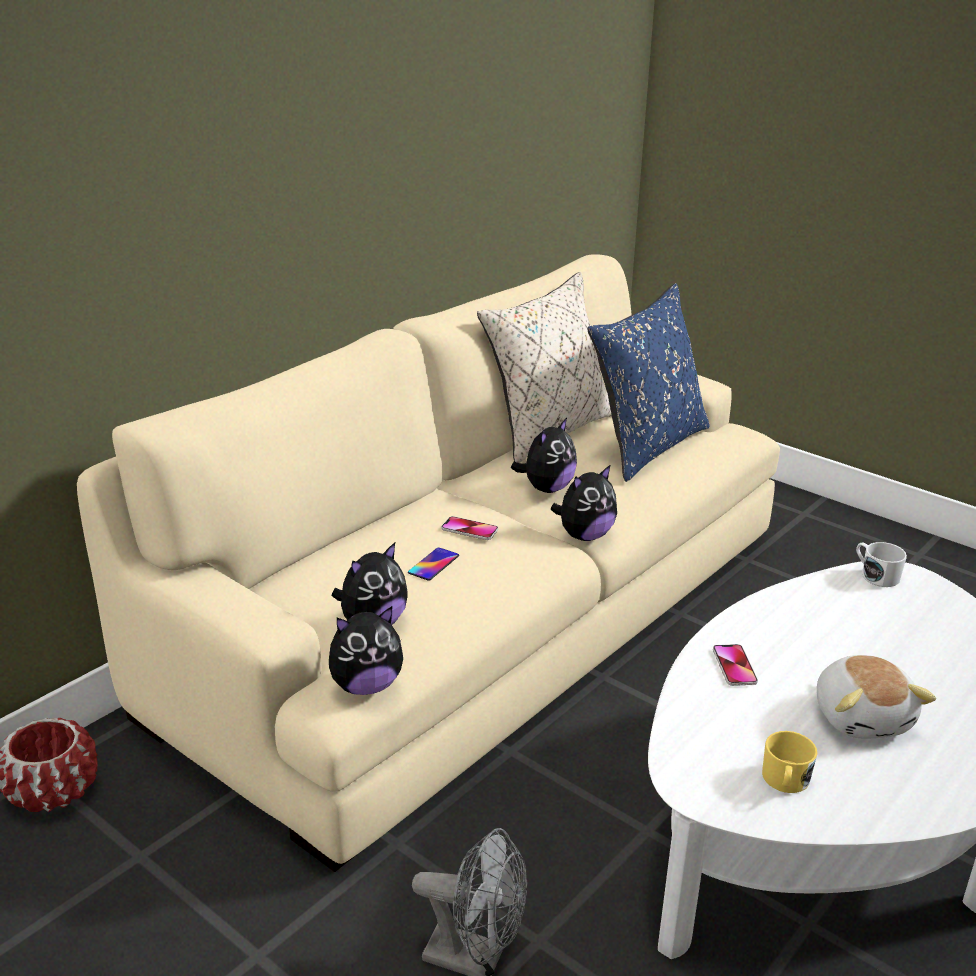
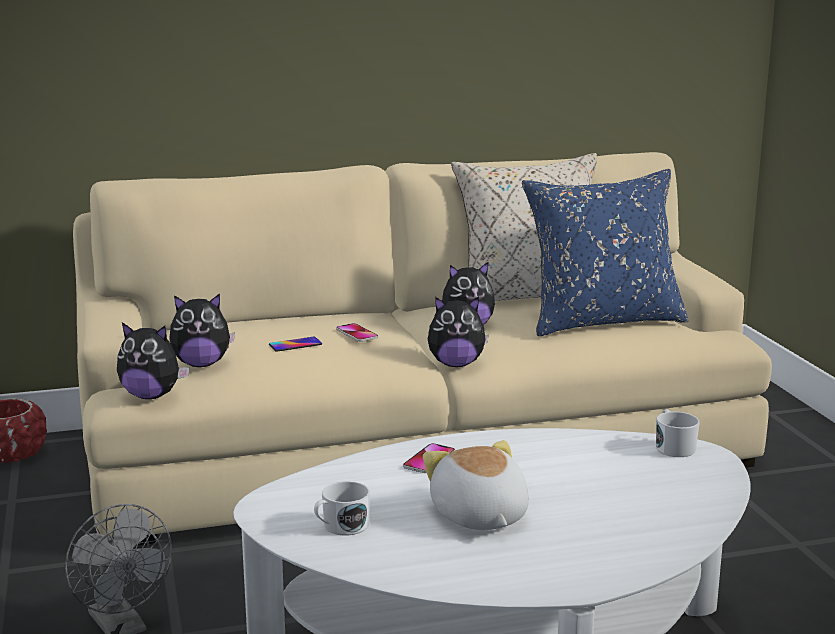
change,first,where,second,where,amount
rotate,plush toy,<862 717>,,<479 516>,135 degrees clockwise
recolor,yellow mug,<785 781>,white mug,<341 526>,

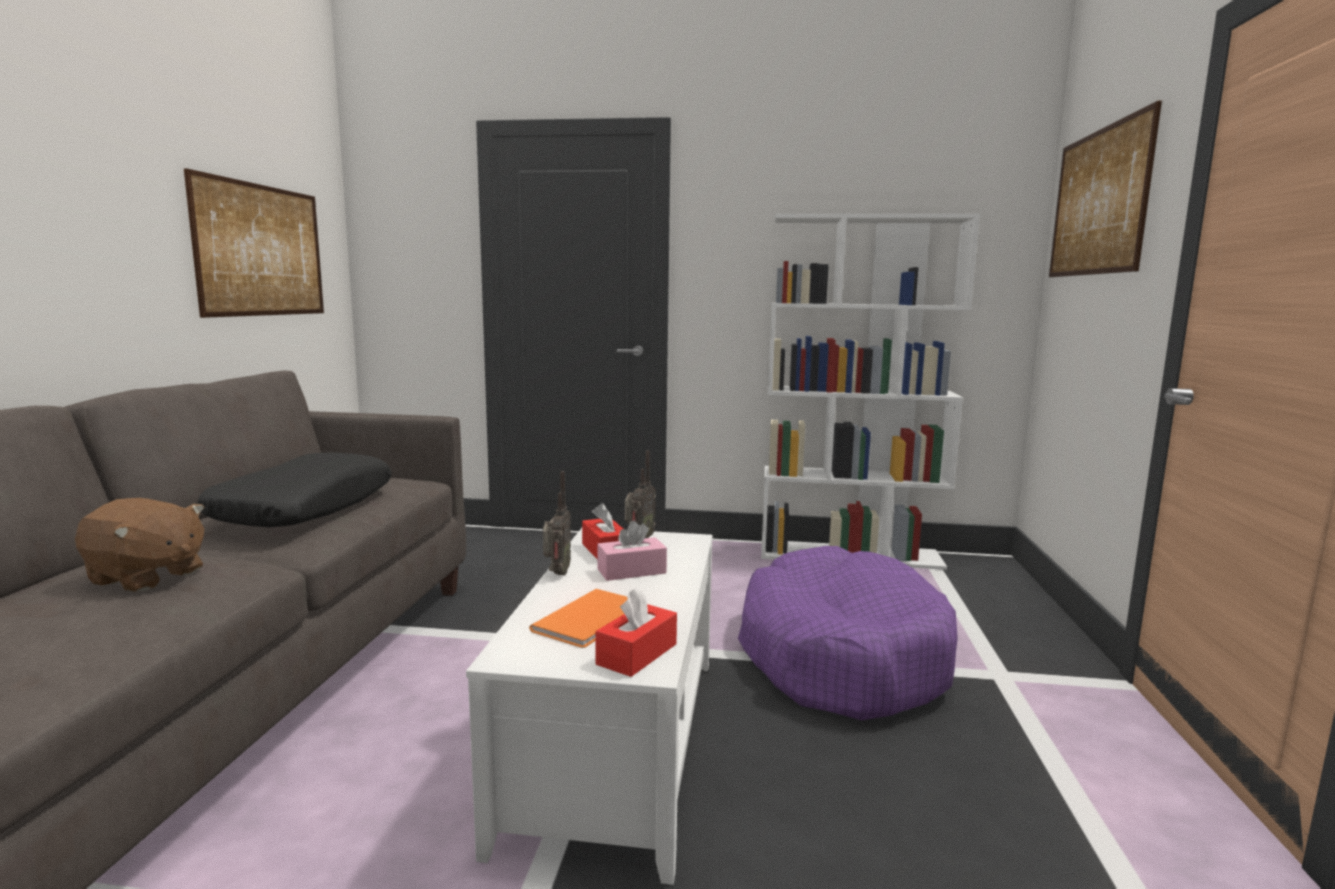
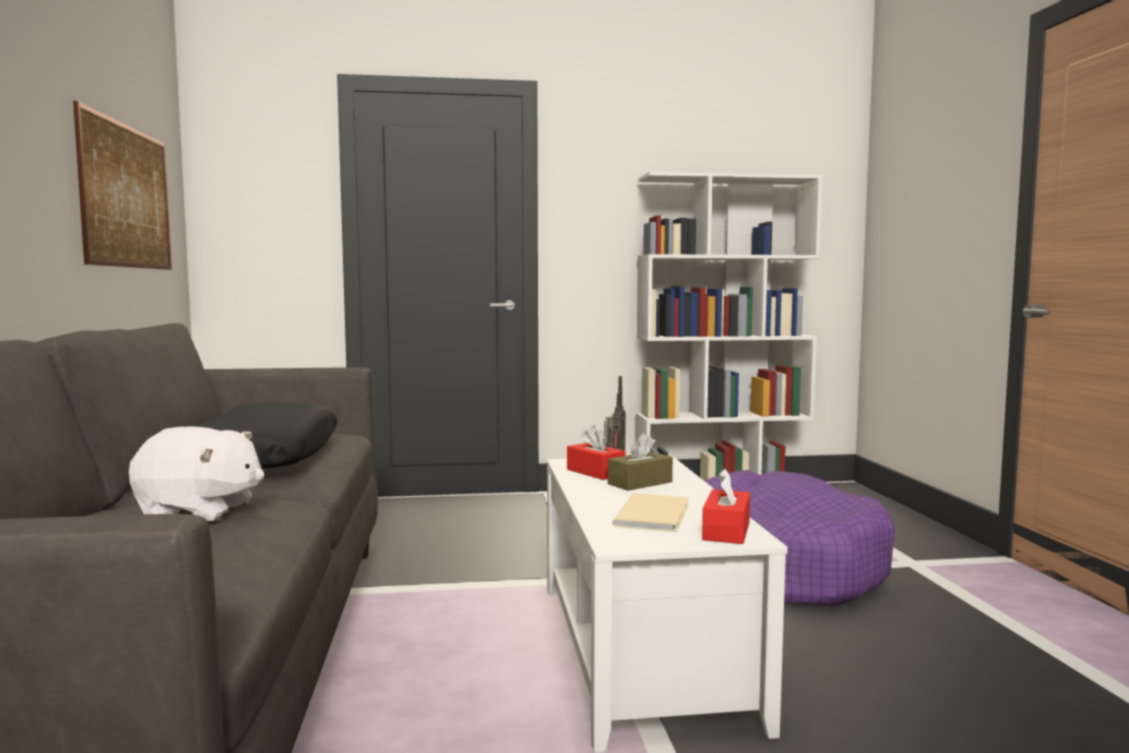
change,first,where,second,where,amount
delete,picture,<1098 202>,,,
delete,radio,<556 574>,,,
recolor,brown plush toy,<146 577>,white plush toy,<200 512>,
recolor,pink tissue box,<631 571>,brown tissue box,<640 483>,
recolor,orange book,<593 619>,beige book,<655 514>,

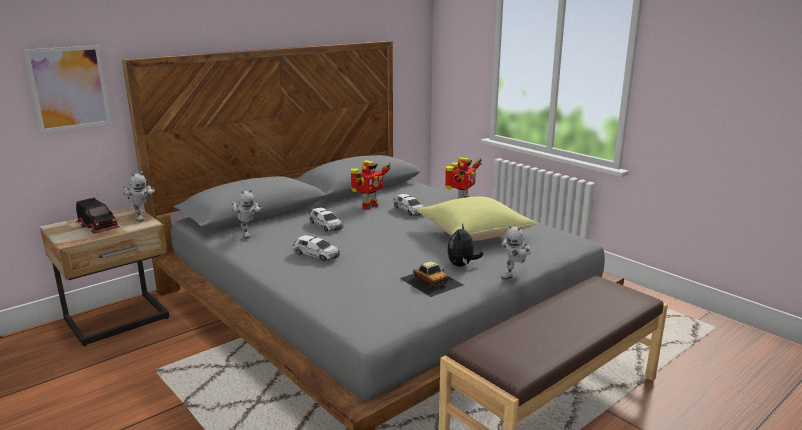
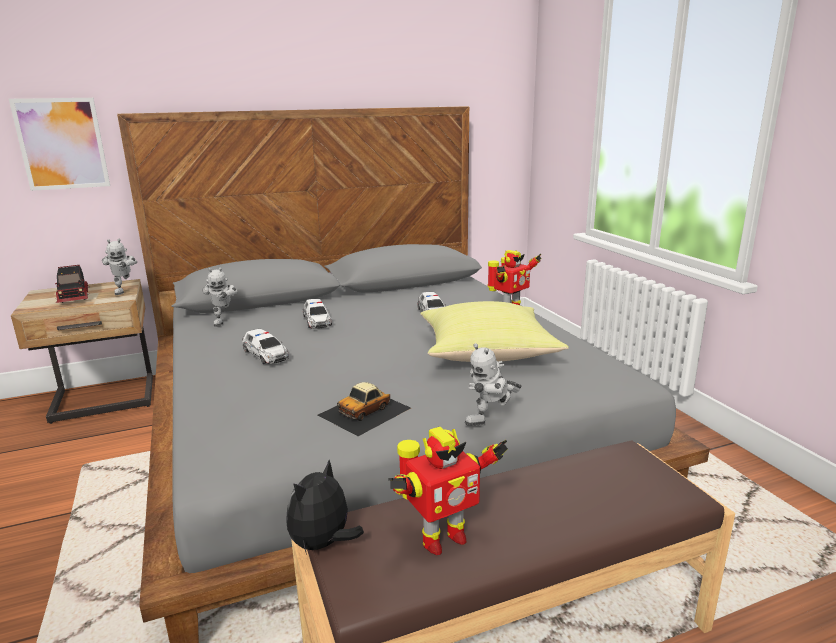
change,first,where,second,where,amount
move,toy robot,<368 206>,,<441 539>,
move,plush toy,<462 265>,,<323 544>,
rotate,toy car,<431 281>,,<365 411>,60 degrees clockwise

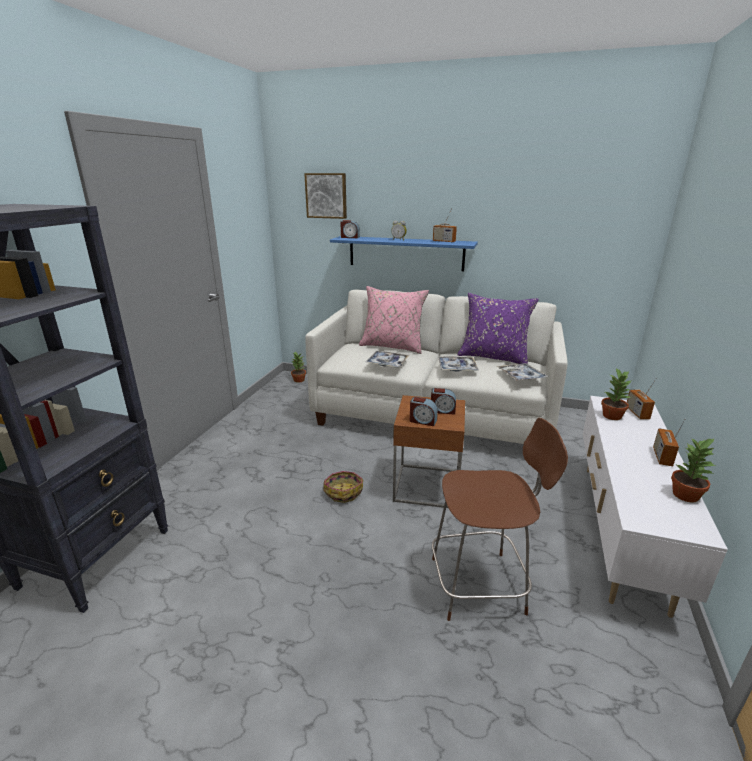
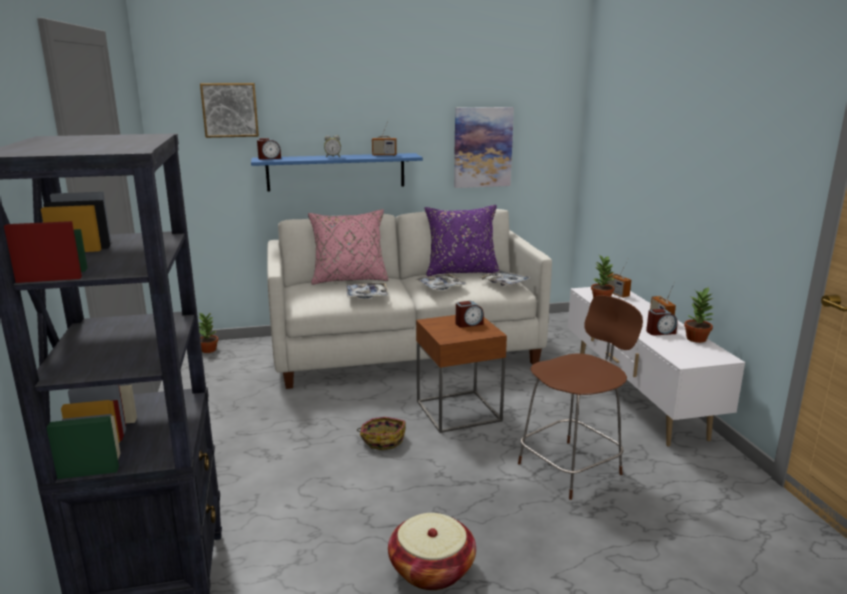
change,first,where,second,where,amount
move,alarm clock,<422 421>,,<660 332>,
insert,,,picture,<482 147>,
insert,,,basket,<431 569>,

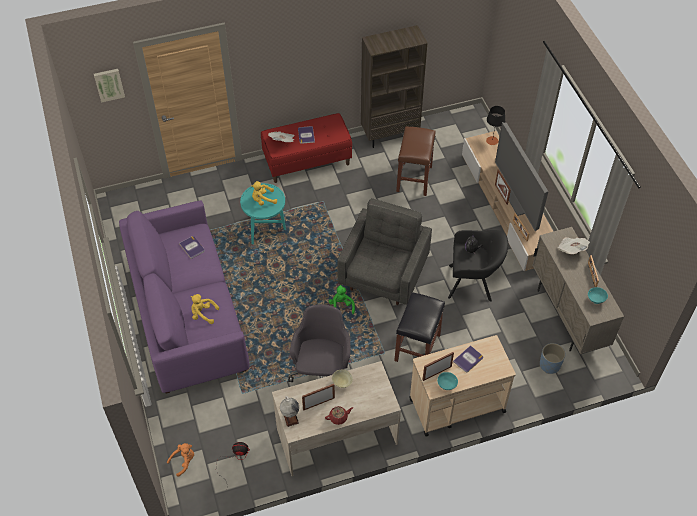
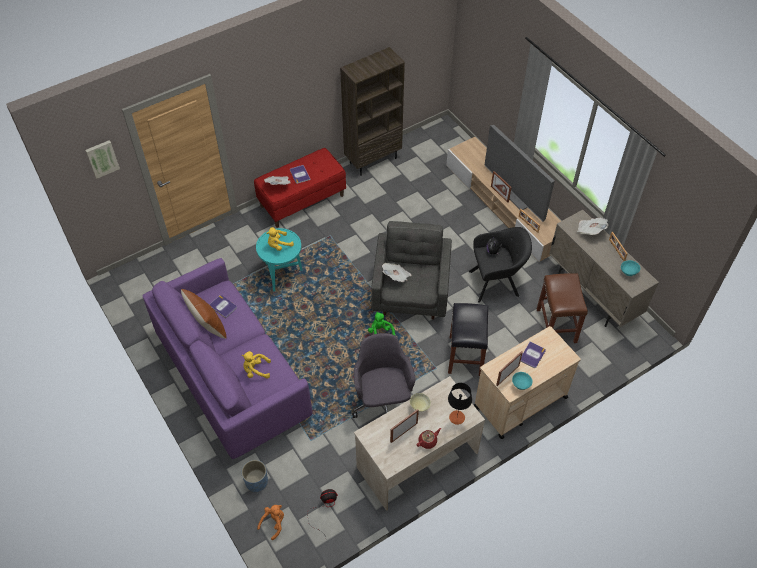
change,first,where,second,where,amount
move,black table lamp,<492 140>,,<457 417>,
move,brown stool,<414 179>,,<556 326>,
move,blue planter,<549 365>,,<256 481>,
delete,globe,<290 417>,,,
insert,,,newspaper,<396 277>,
insert,,,brown pillow,<208 326>,

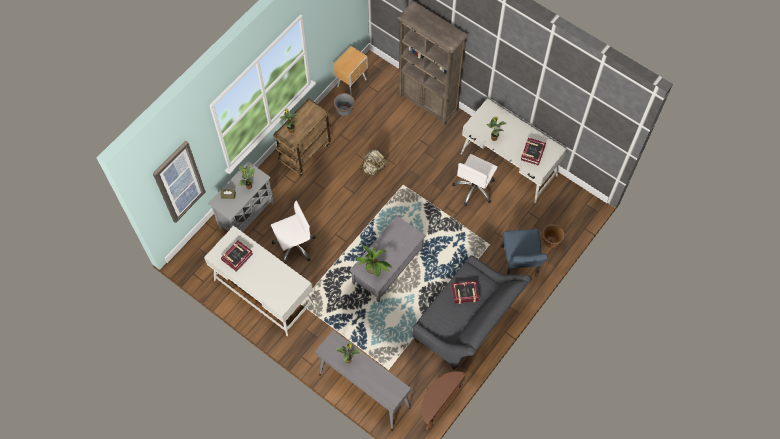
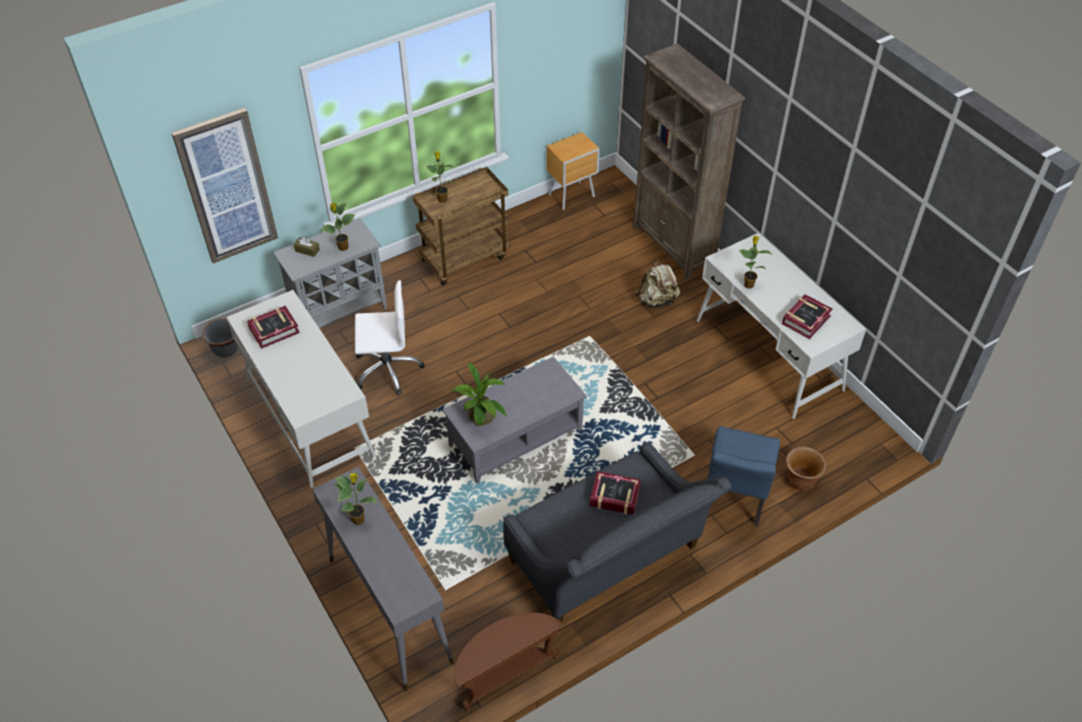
change,first,where,second,where,amount
move,grey planter,<344 110>,,<226 350>,
move,beige backpack,<373 168>,,<656 300>,
delete,white office chair,<474 188>,,,

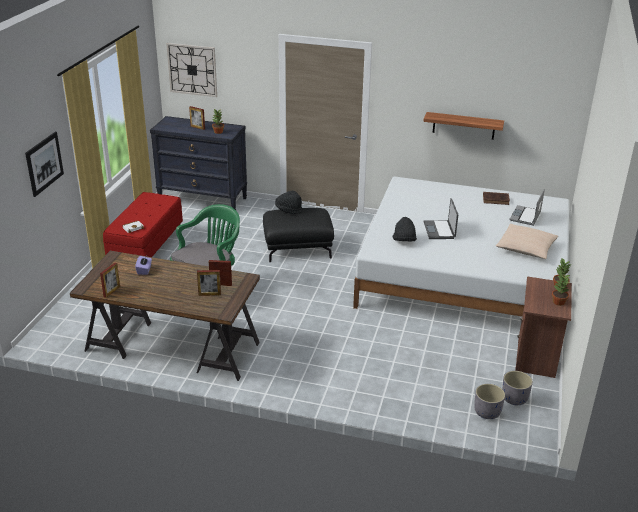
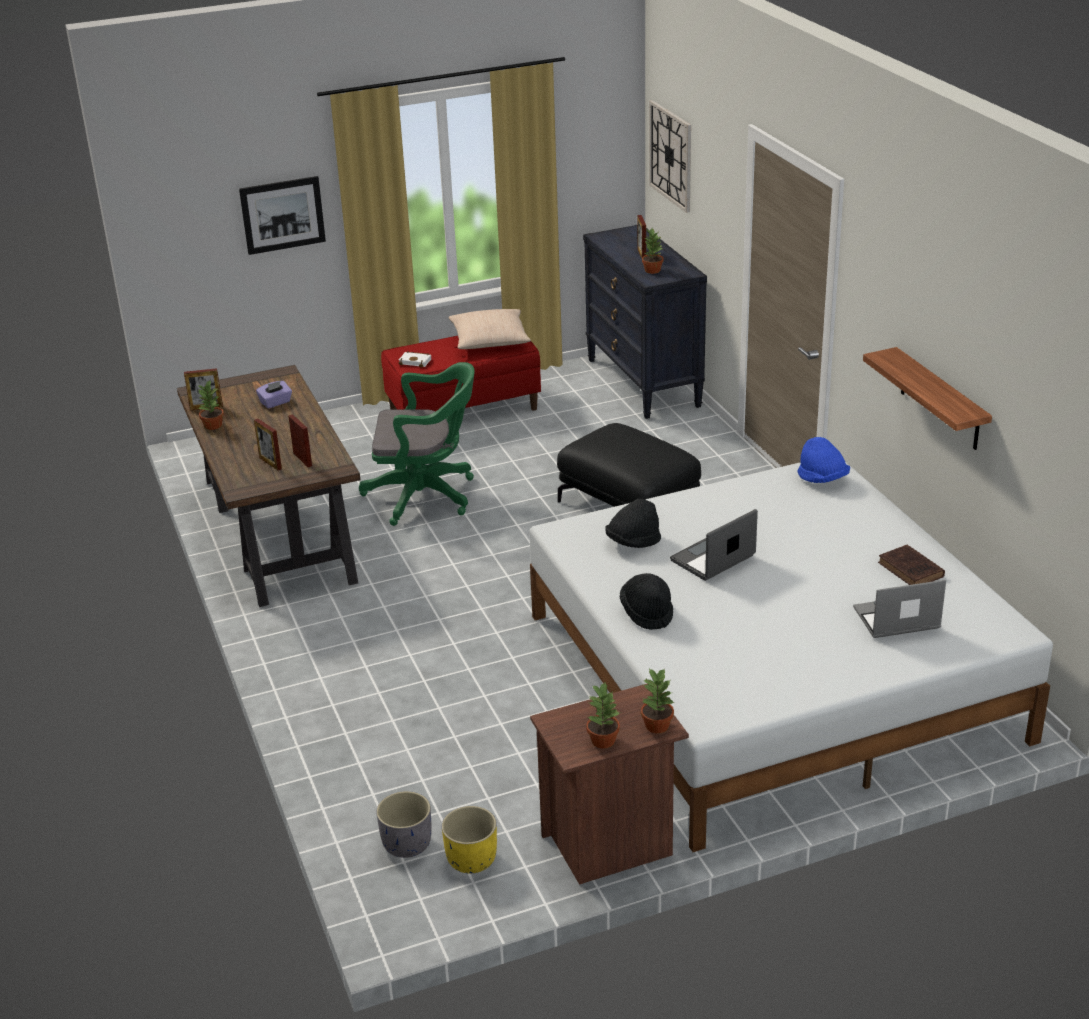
change,first,where,second,where,amount
move,black hat,<288 210>,,<647 613>,
move,beige pillow,<526 248>,,<490 340>,
recolor,grey planter,<514 399>,yellow planter,<471 859>,
insert,,,potted plant,<212 426>,
insert,,,blue hat,<822 479>,

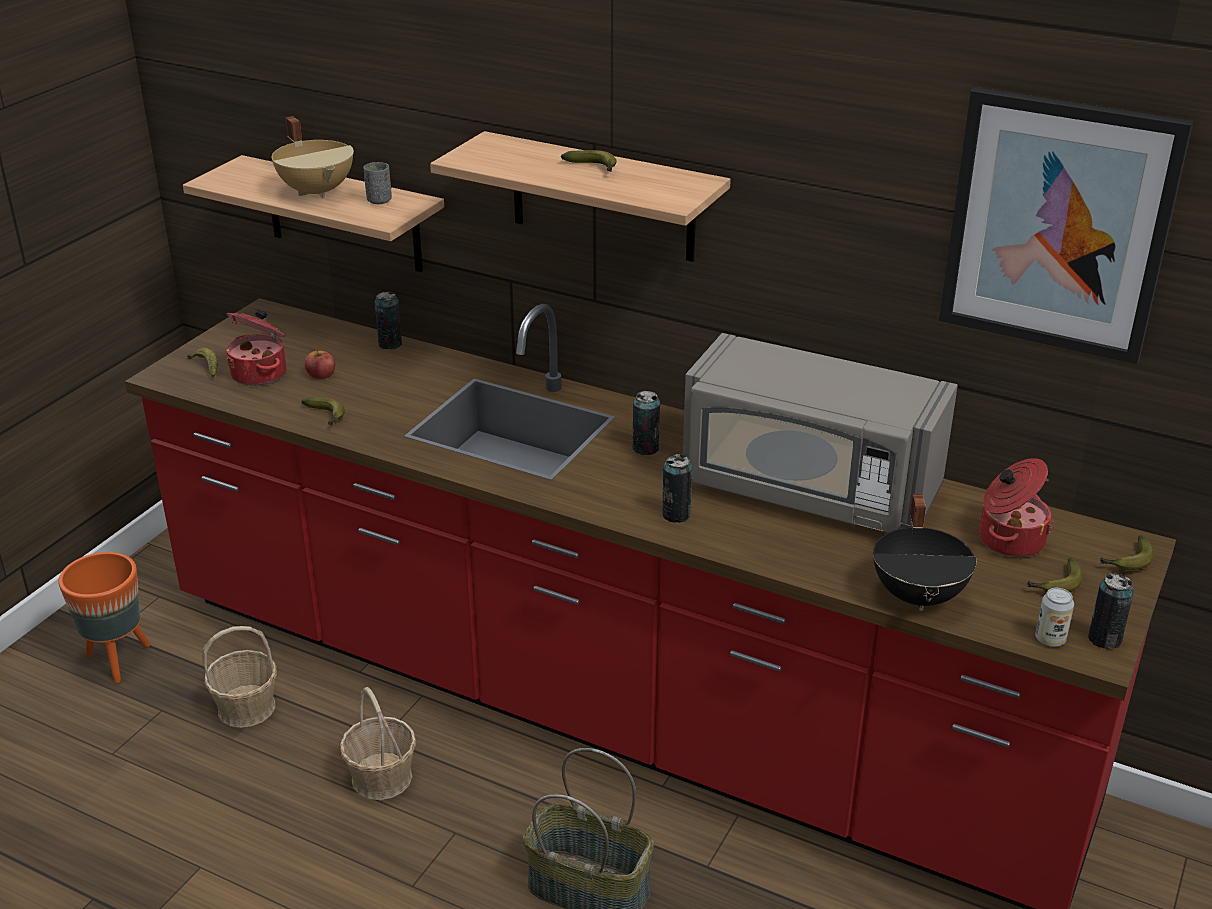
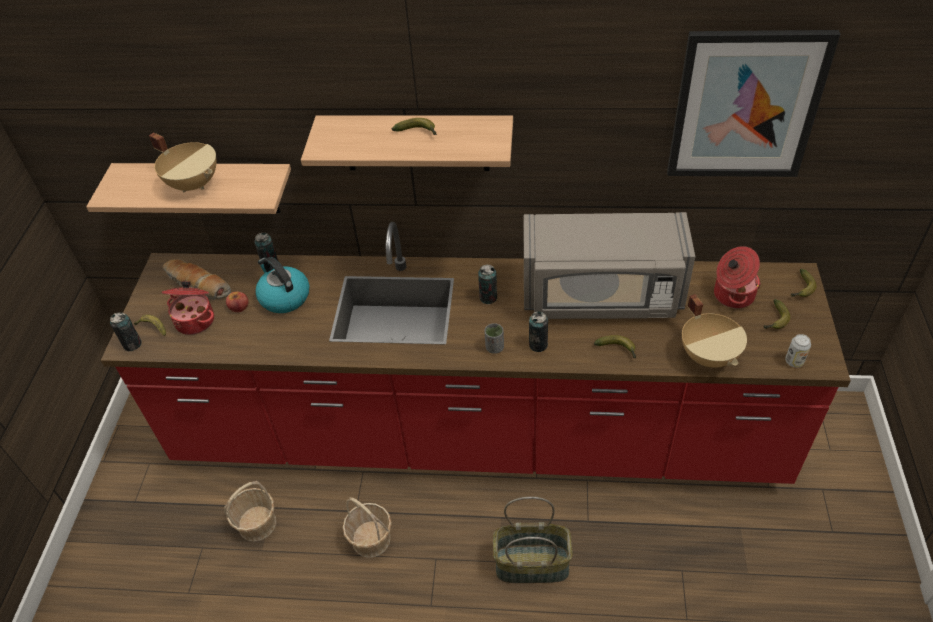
change,first,where,second,where,amount
move,grey cup,<379 200>,,<494 347>,
move,banana,<326 416>,,<618 349>,
recolor,black cooking pot,<920 595>,beige cooking pot,<709 355>,
delete,orange planter,<118 661>,,,
move,can,<1104 639>,,<132 344>,
insert,,,kettle,<284 297>,
insert,,,bread,<197 286>,

